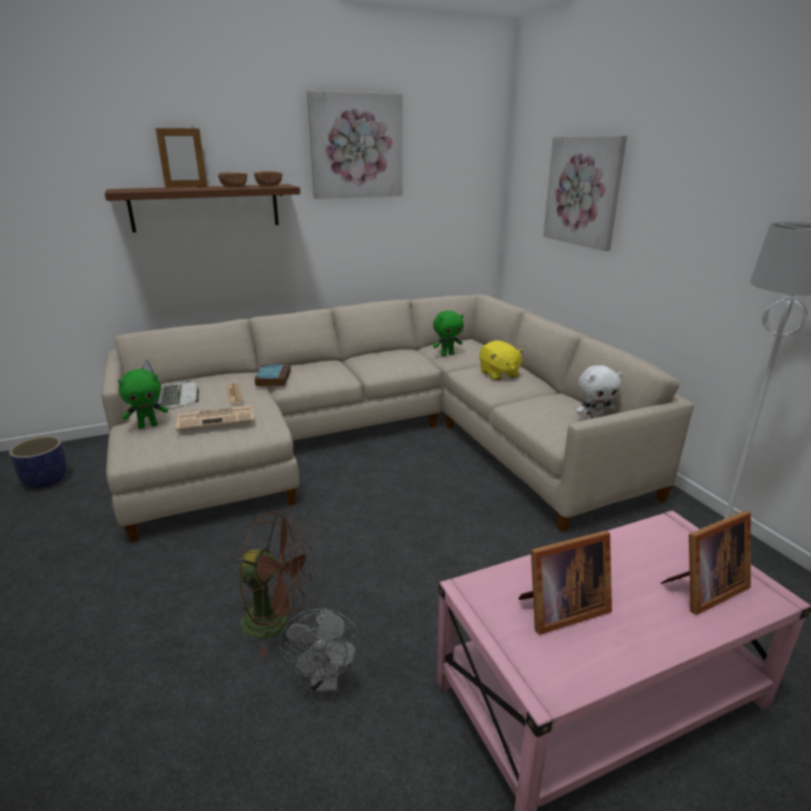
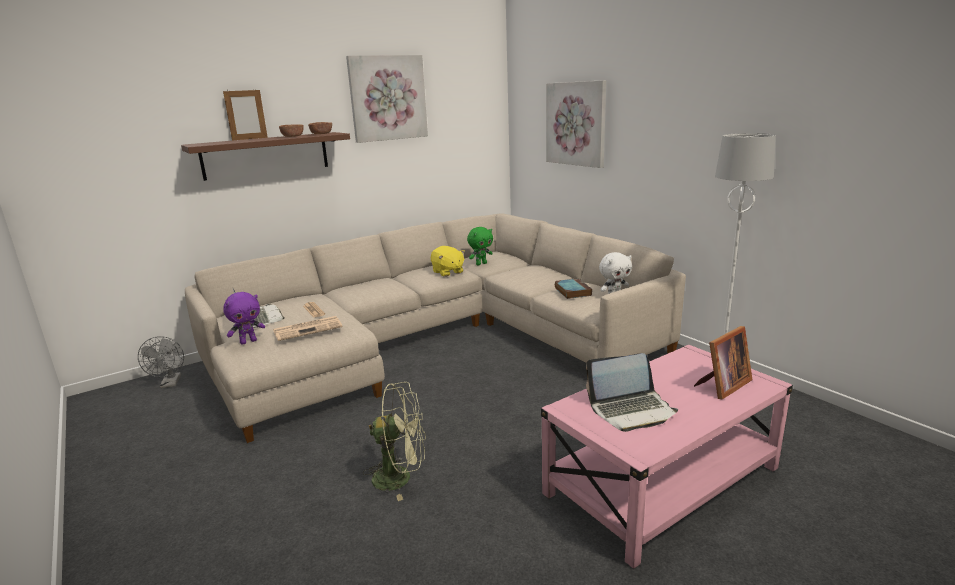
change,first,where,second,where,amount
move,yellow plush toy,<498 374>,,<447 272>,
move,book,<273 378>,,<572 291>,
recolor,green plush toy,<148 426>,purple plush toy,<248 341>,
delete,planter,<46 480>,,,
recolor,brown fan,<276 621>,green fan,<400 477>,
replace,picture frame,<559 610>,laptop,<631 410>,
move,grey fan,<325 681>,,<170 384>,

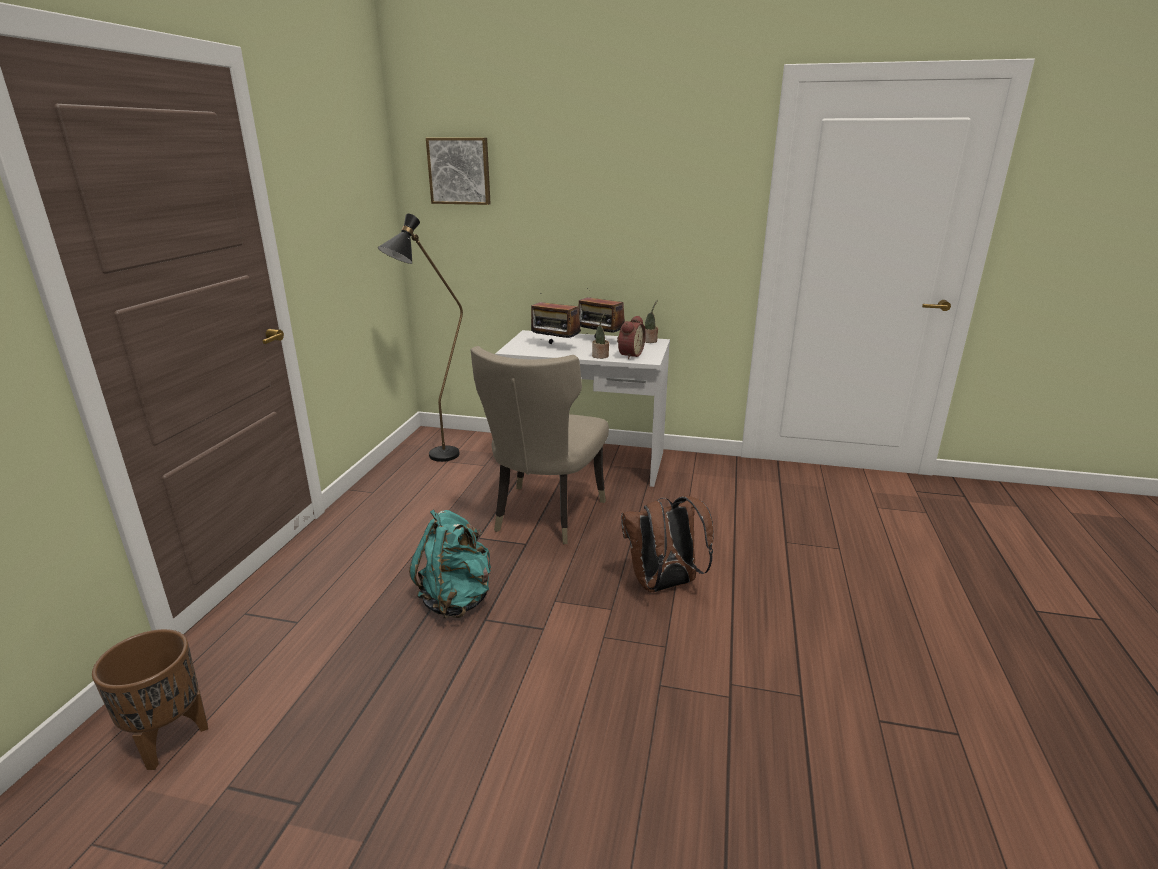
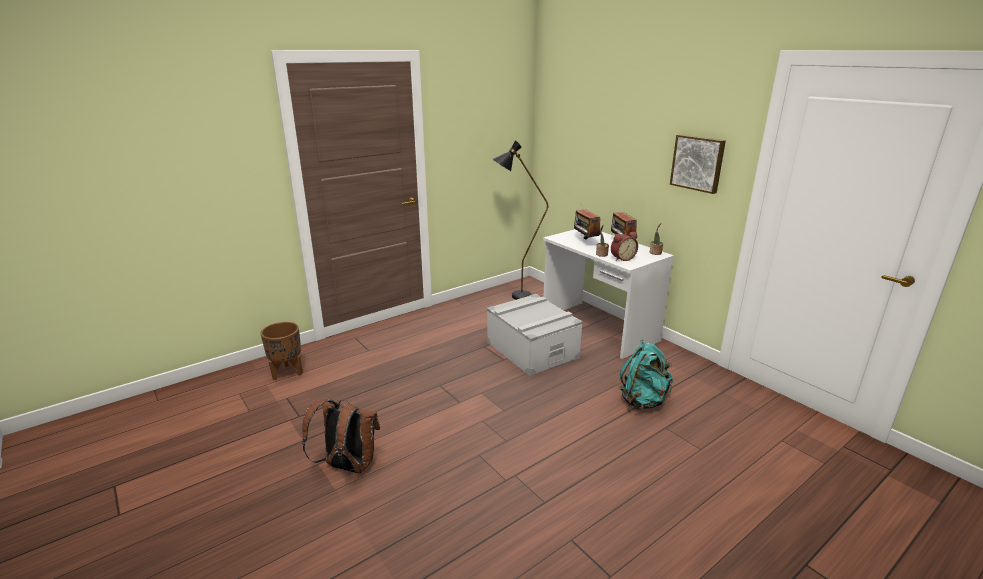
change,first,where,second,where,amount
move,picture,<460 171>,,<698 163>,
replace,beige chair,<544 516>,grey storage box,<532 349>,
move,brown backpack,<663 585>,,<347 466>,
move,turquoise backpack,<457 599>,,<643 401>,

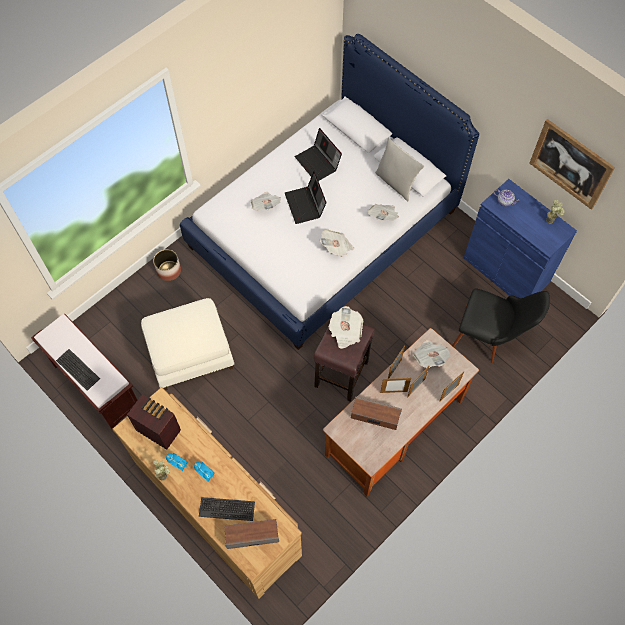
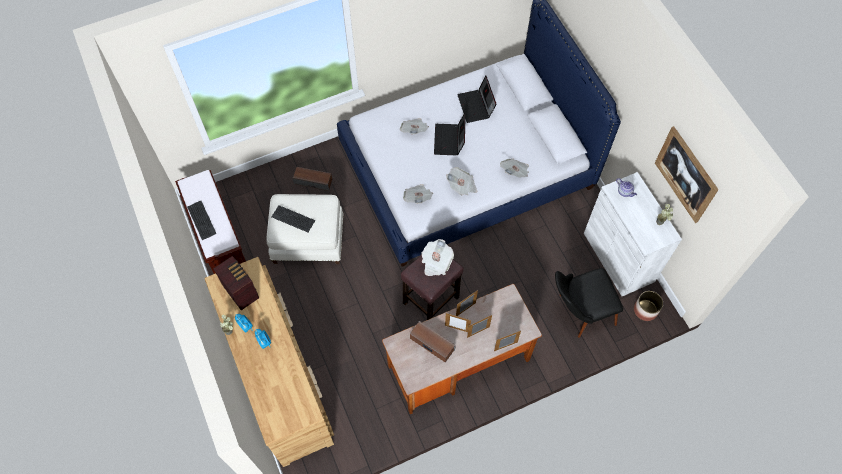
change,first,where,second,where,amount
delete,grey pillow,<396 183>,,,
recolor,blue cabinet,<506 270>,white cabinet,<618 257>,
move,planter,<169 270>,,<645 310>,
rotate,black chair,<489 337>,,<578 313>,120 degrees clockwise
move,newspaper,<430 357>,,<417 197>,
move,keyboard,<227 508>,,<293 218>,
move,speaker,<252 535>,,<313 181>,

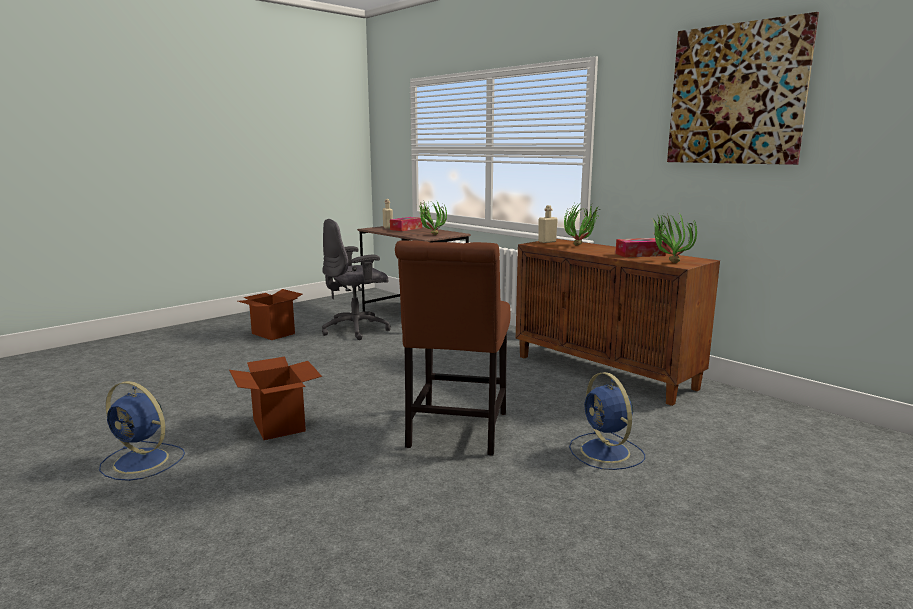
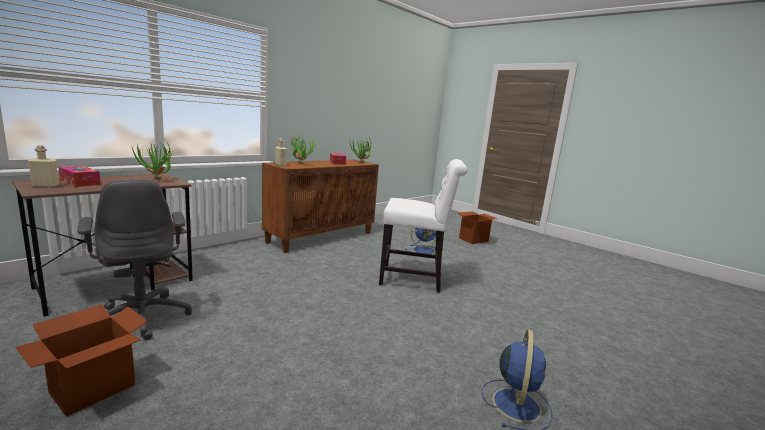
change,first,where,second,where,amount
delete,picture,<736 94>,,,
recolor,brown chair,<456 432>,white chair,<414 279>,
move,cardboard box,<279 425>,,<473 240>,

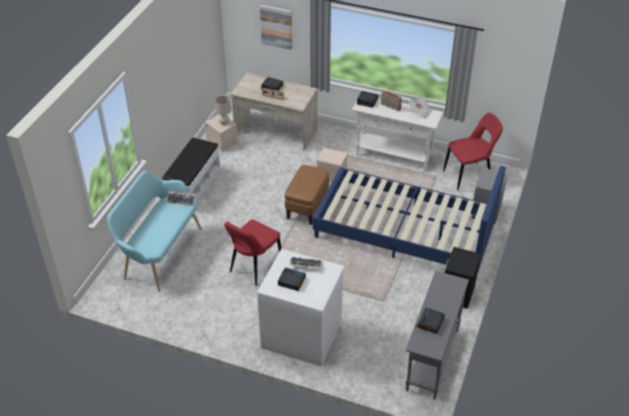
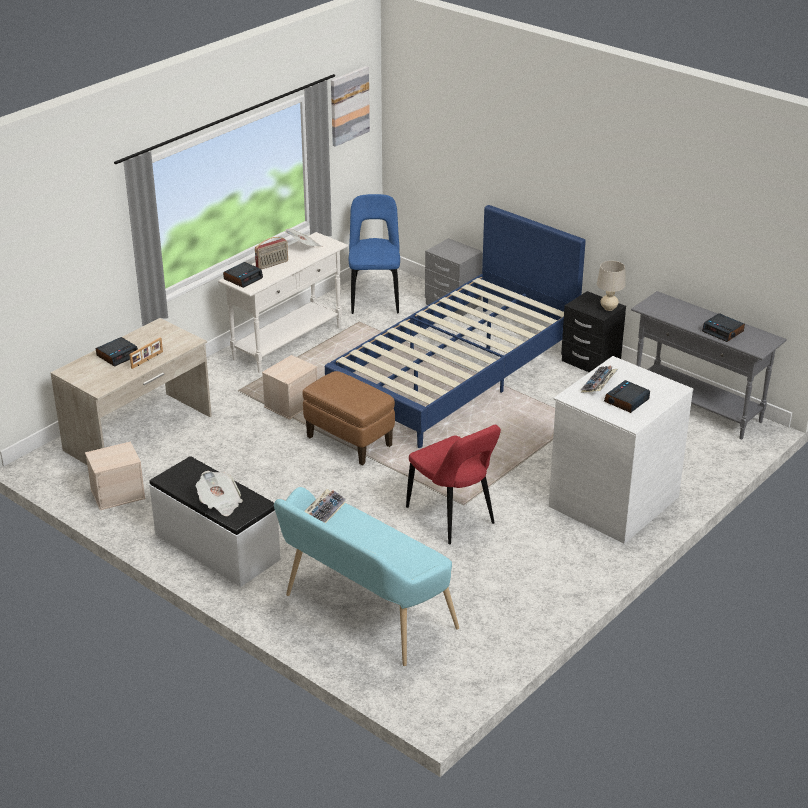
change,first,where,second,where,amount
move,picture,<276 26>,,<349 105>,
move,beige table lamp,<224 122>,,<608 308>,
recolor,red chair,<469 175>,blue chair,<375 298>,
insert,,,newspaper,<220 503>,

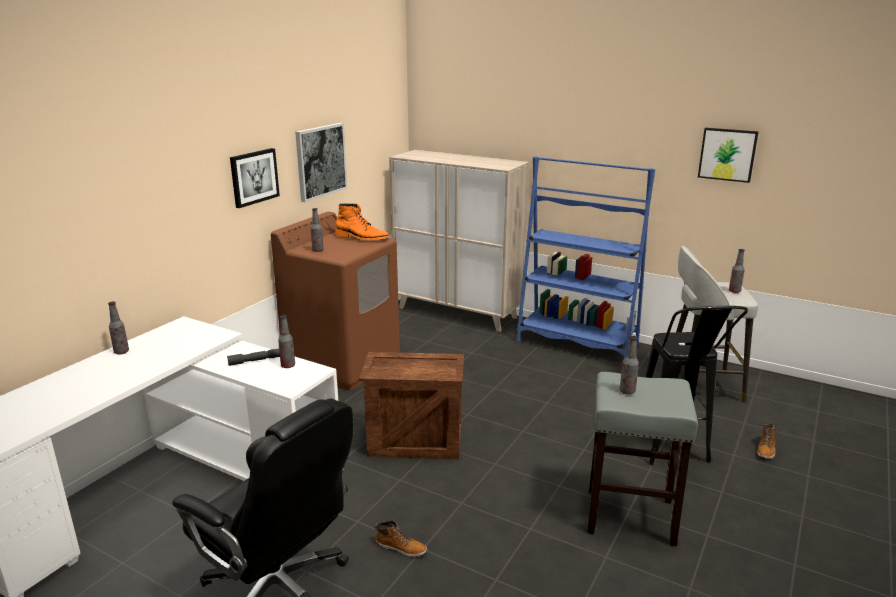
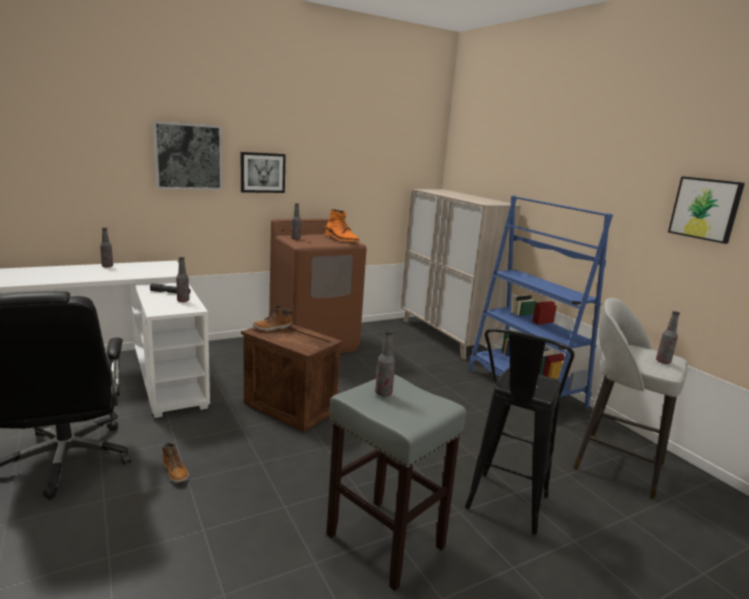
change,first,where,second,where,amount
move,picture,<320 161>,,<188 156>,
move,boot,<766 450>,,<273 328>,

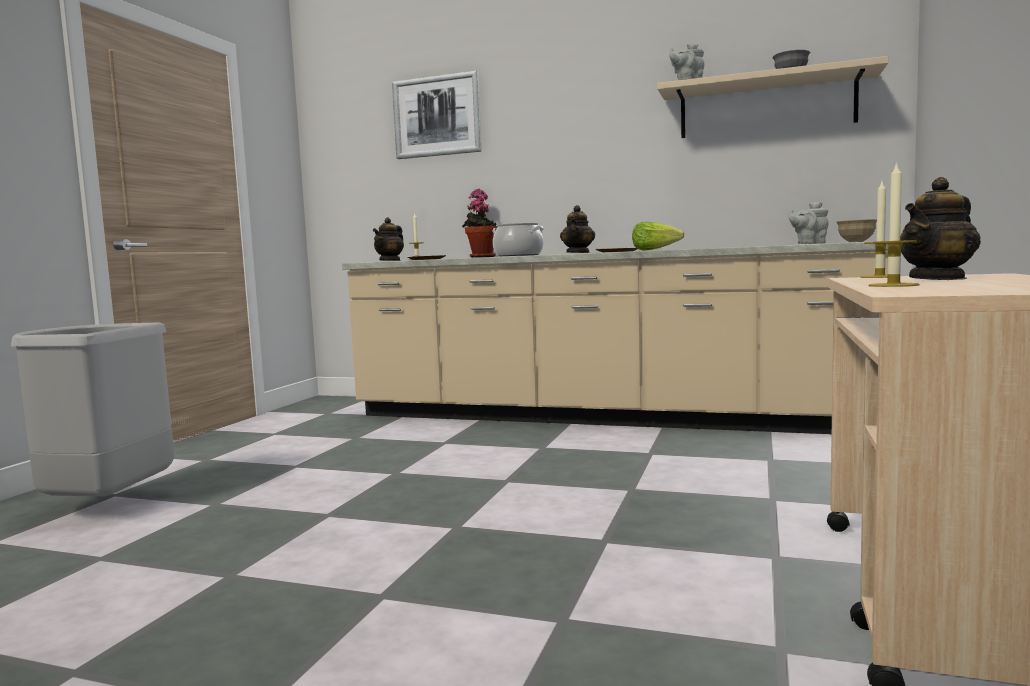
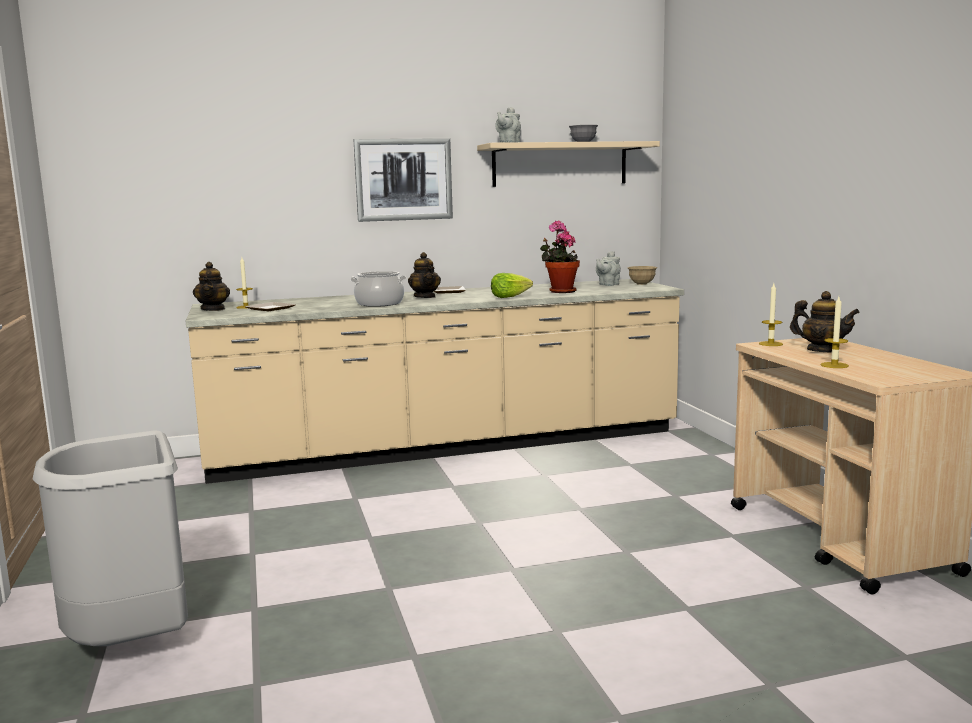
change,first,where,second,where,amount
move,picture,<437 116>,,<403 179>,
rotate,teapot,<938 279>,,<822 351>,75 degrees counterclockwise
move,potted plant,<481 257>,,<560 291>,

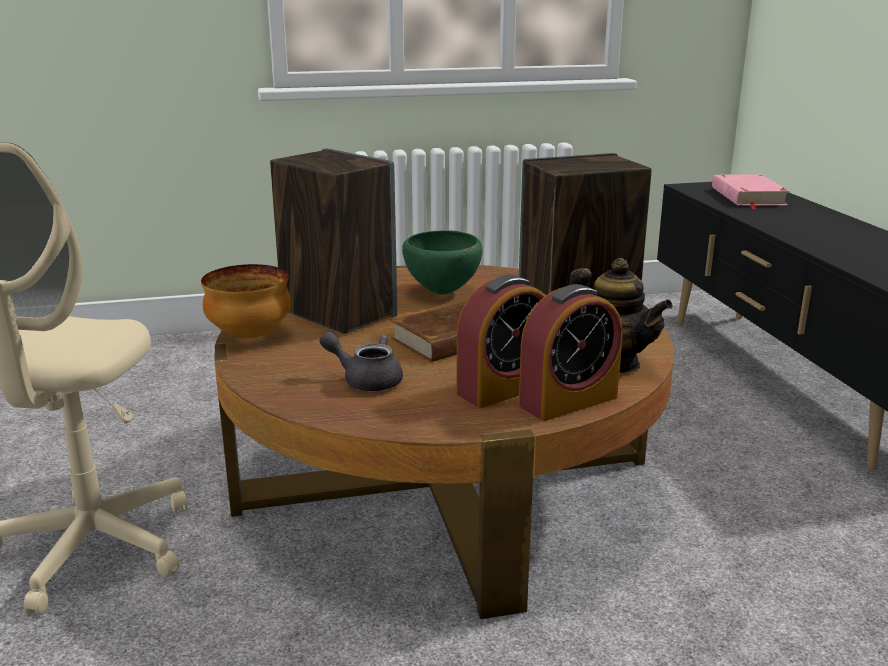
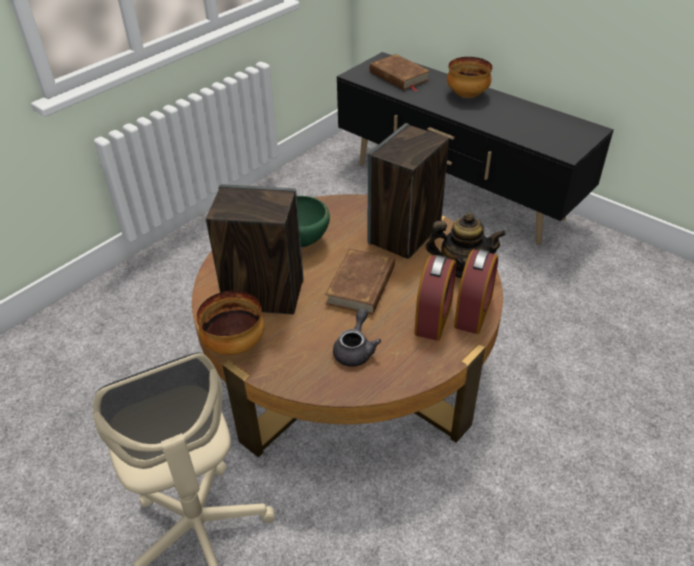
change,first,where,second,where,amount
recolor,pink book,<747 196>,brown book,<399 76>,
rotate,grey teapot,<366 380>,,<355 349>,120 degrees clockwise
insert,,,bowl,<467 96>,

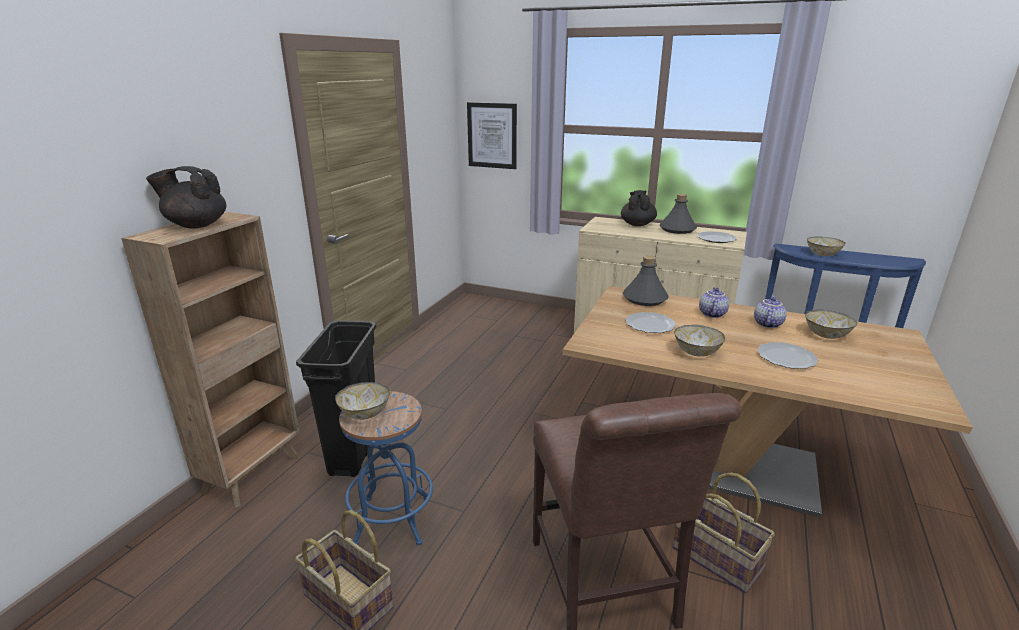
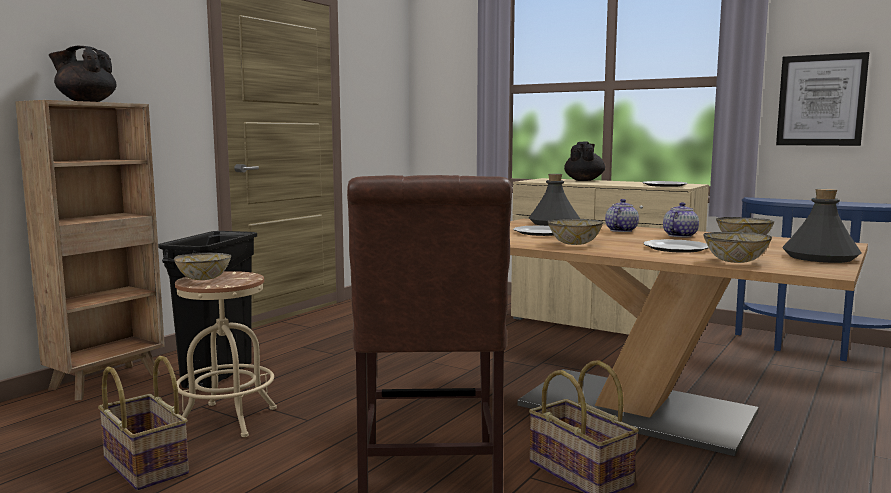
change,first,where,second,where,amount
move,picture,<492 135>,,<821 100>,
move,grey bottle,<677 229>,,<819 257>,
move,bowl,<822 254>,,<734 261>,
recolor,blue stool,<392 520>,beige stool,<227 420>,

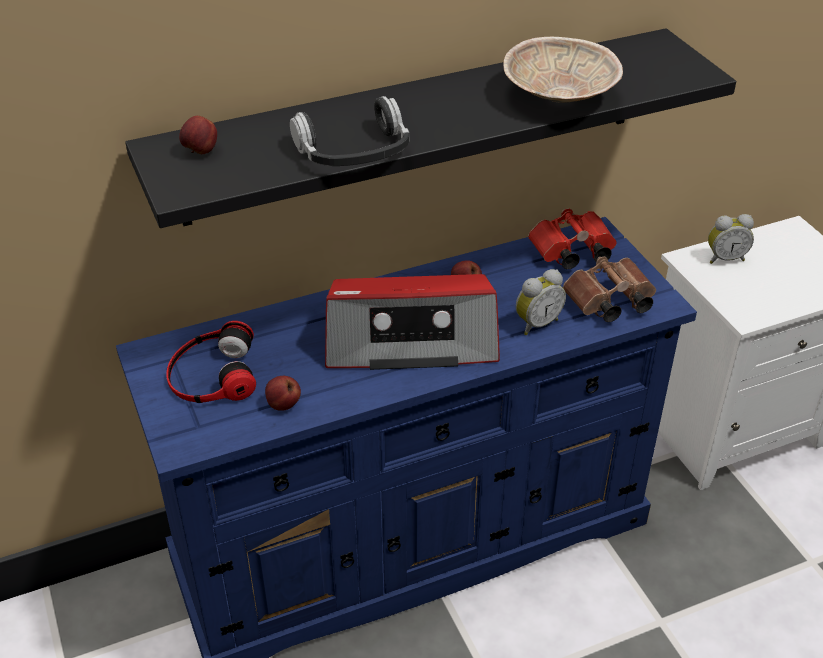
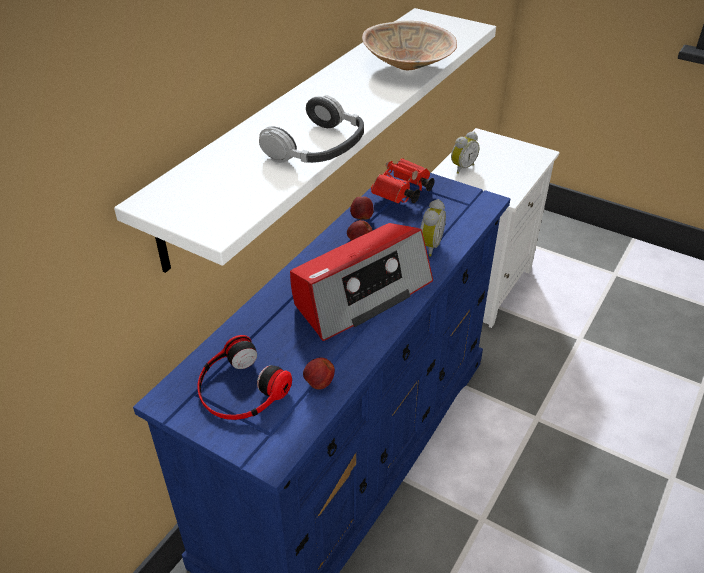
change,first,where,second,where,amount
recolor,black shelf,<416 126>,white shelf,<298 125>,
move,apple,<200 151>,,<361 218>,
delete,brown binoculars,<607 303>,,,

